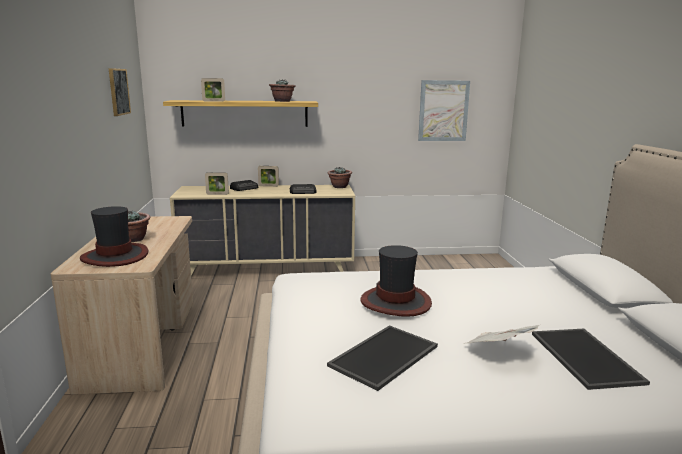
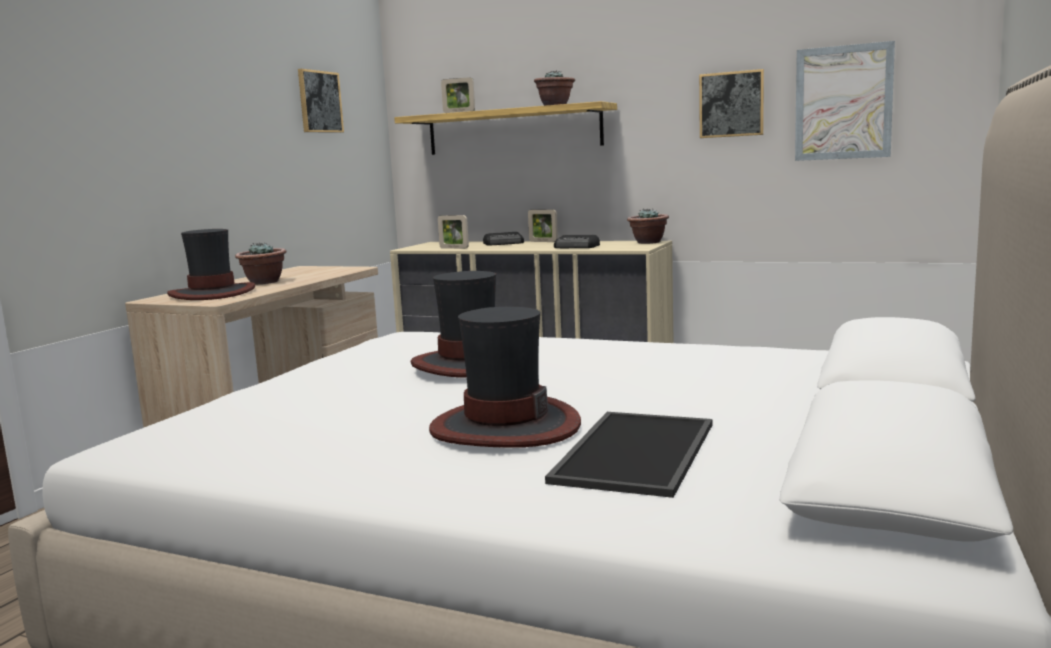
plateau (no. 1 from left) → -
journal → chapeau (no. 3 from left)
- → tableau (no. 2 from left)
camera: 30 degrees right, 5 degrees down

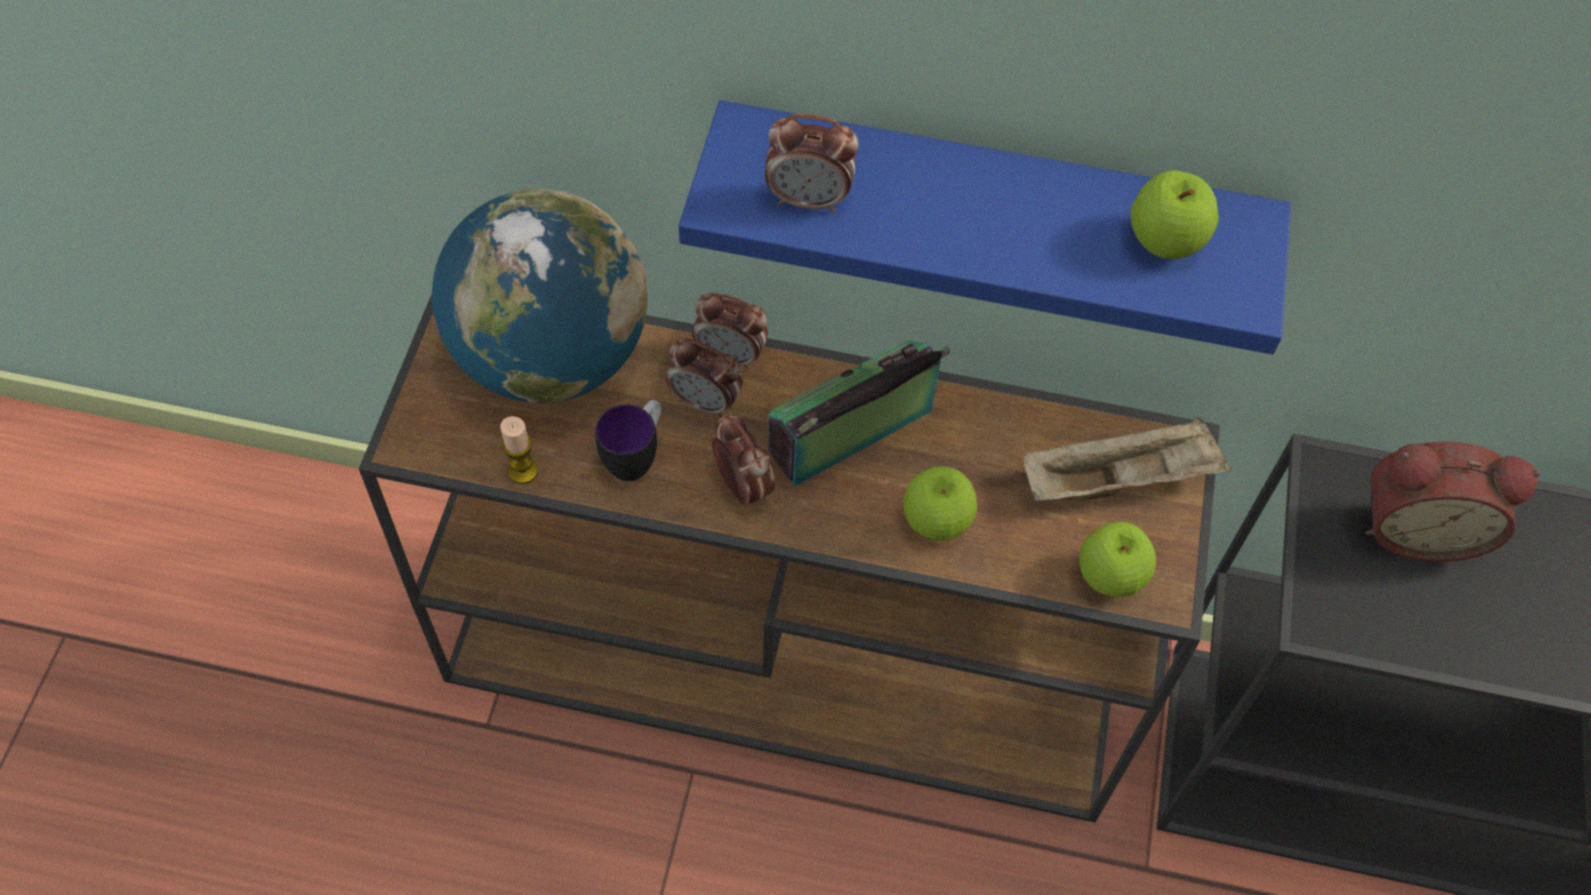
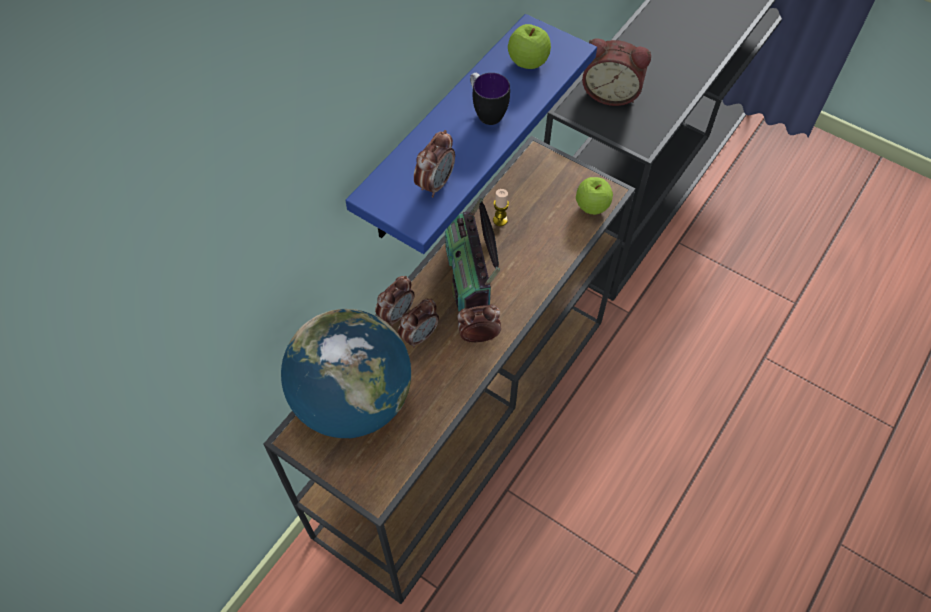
mug, shifted
bougie, shifted
plateau [beige] → -
réveil (no. 5 from left), 75 degrees clockwise
pomme (no. 1 from left) → -
camera: 65 degrees left, 0 degrees up

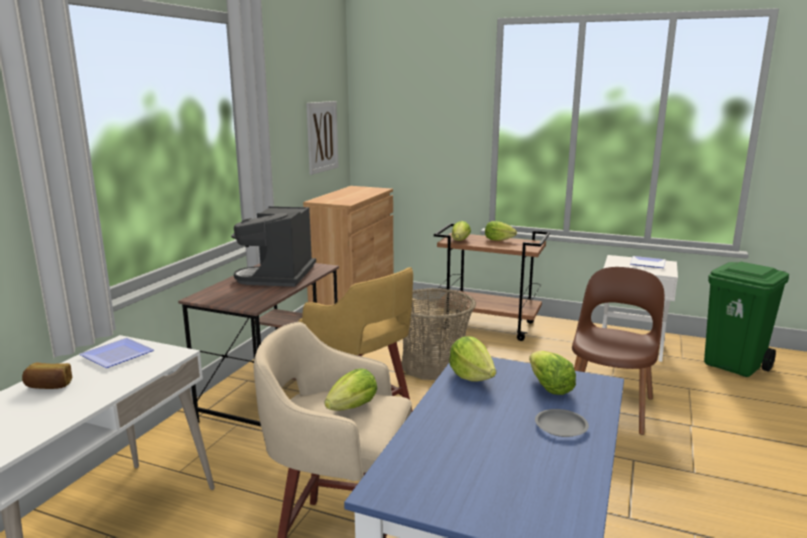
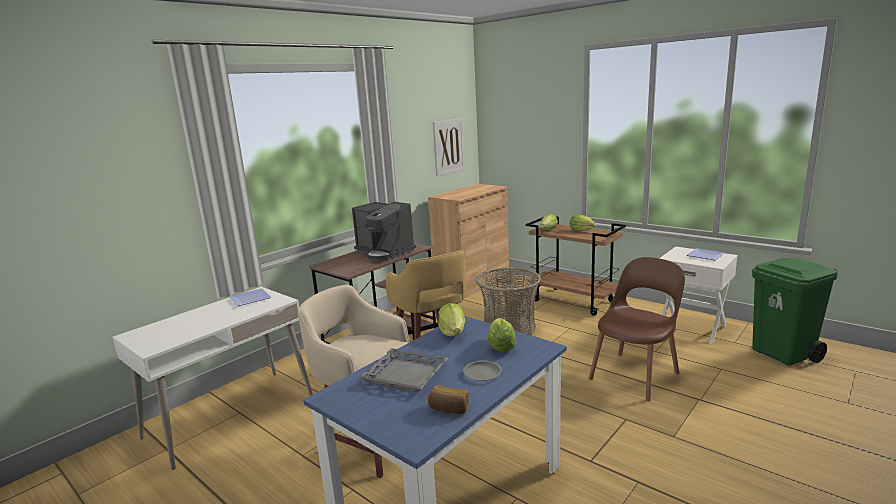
machine à café, 75 degrees counterclockwise
pain, shifted
laitue (no. 1 from left) → -
- → plateau [gris]
camera: 20 degrees right, 0 degrees up

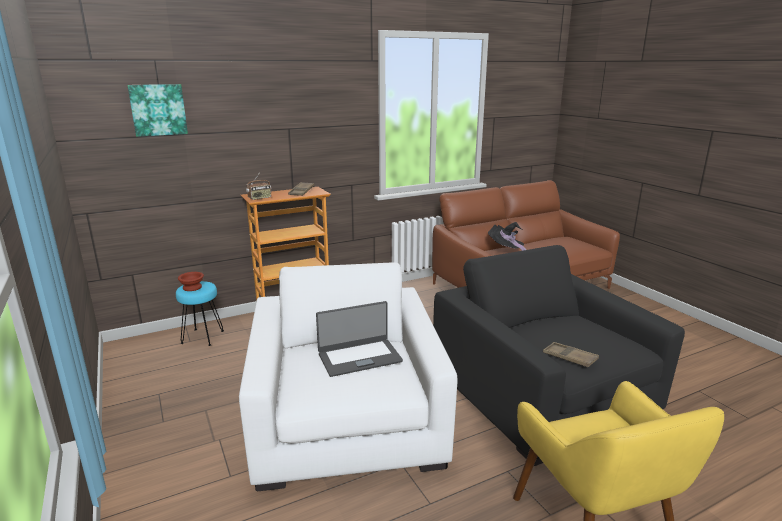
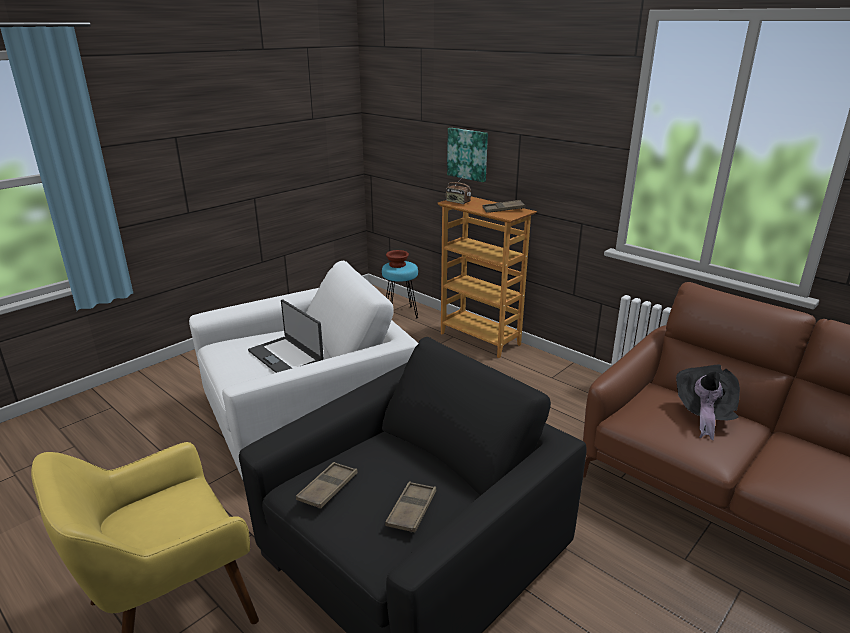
tableau, shifted
- → plateau [marron] (no. 2 from left)
camera: 70 degrees right, 5 degrees up

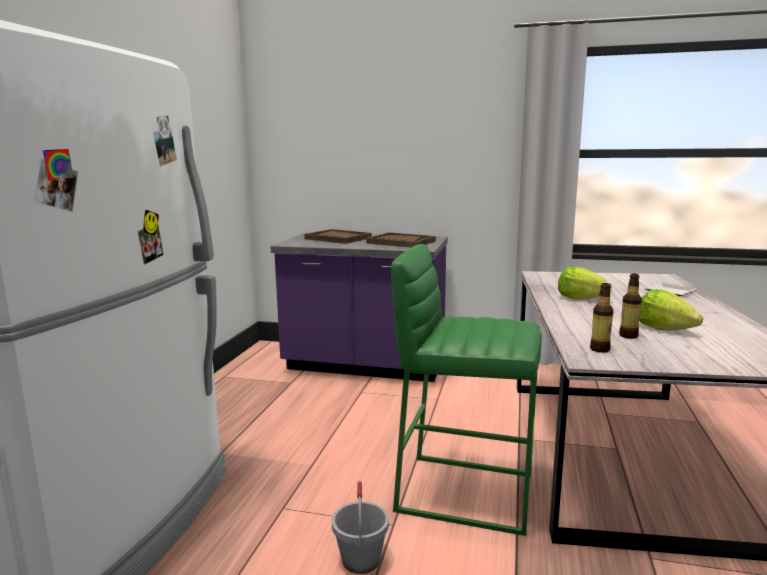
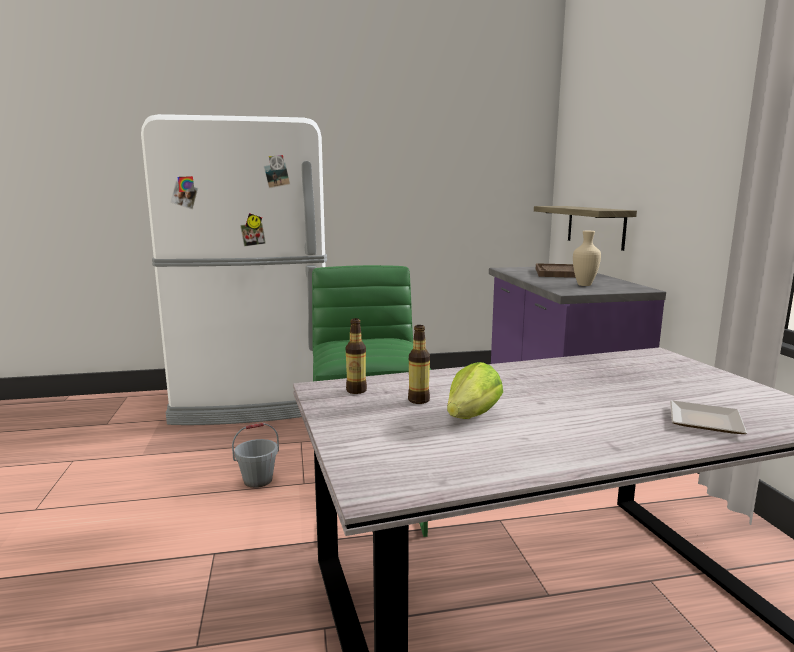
plateau [marron] (no. 2 from left) → vase [beige]
laitue (no. 1 from left) → -
- → étagère
camera: 65 degrees right, 0 degrees up

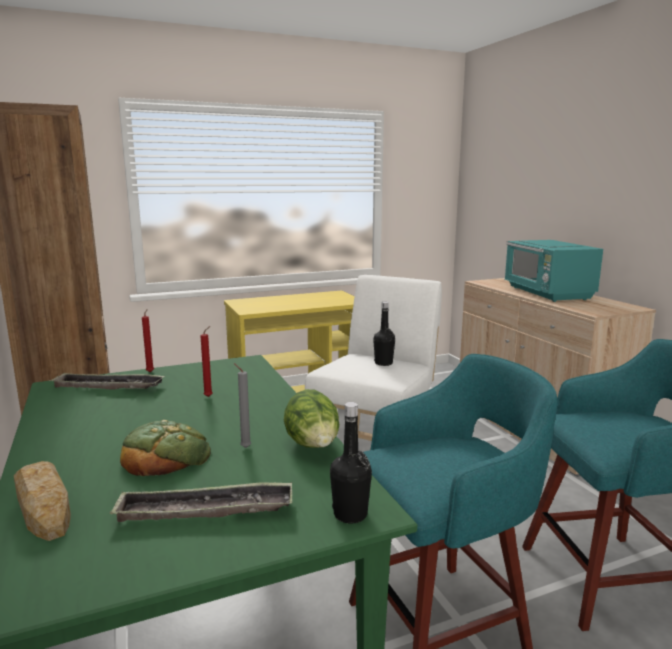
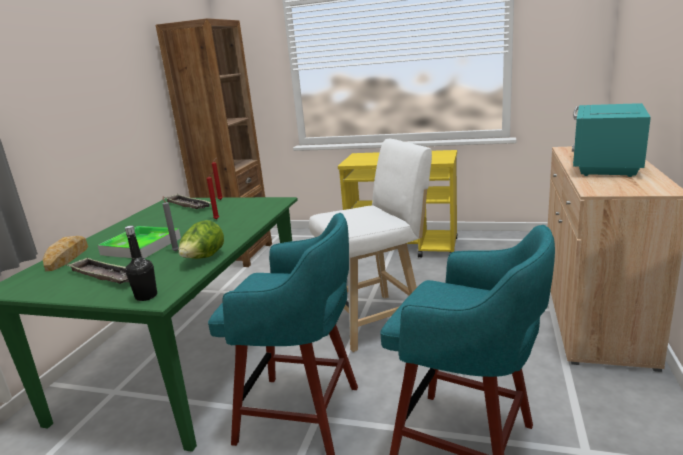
bouteille [noir] (no. 2 from left) → -
pain (no. 2 from left) → plateau (no. 2 from left)
camera: 40 degrees right, 5 degrees up

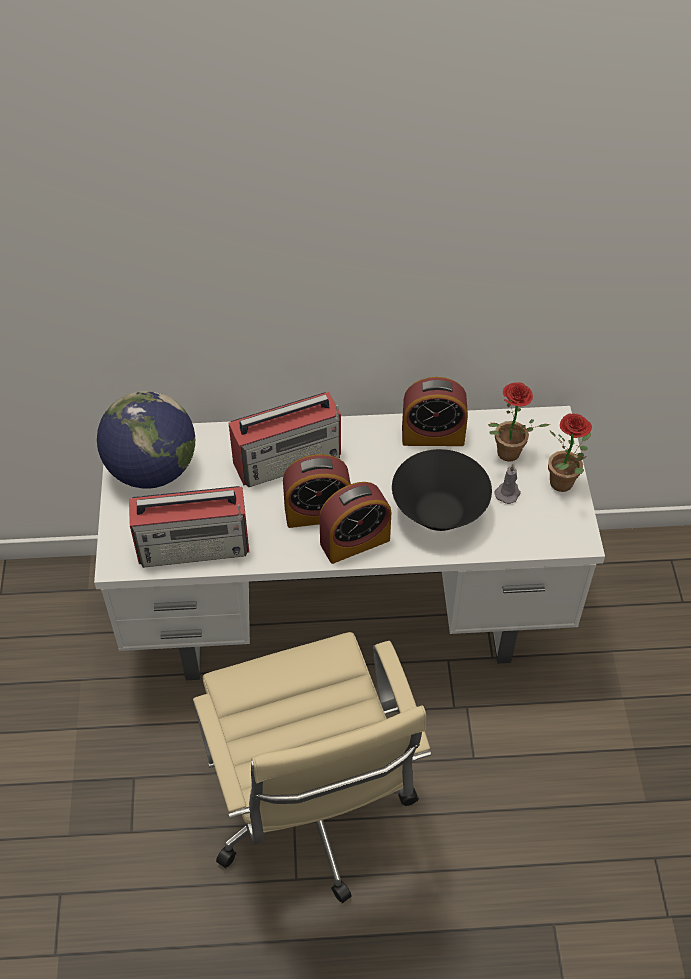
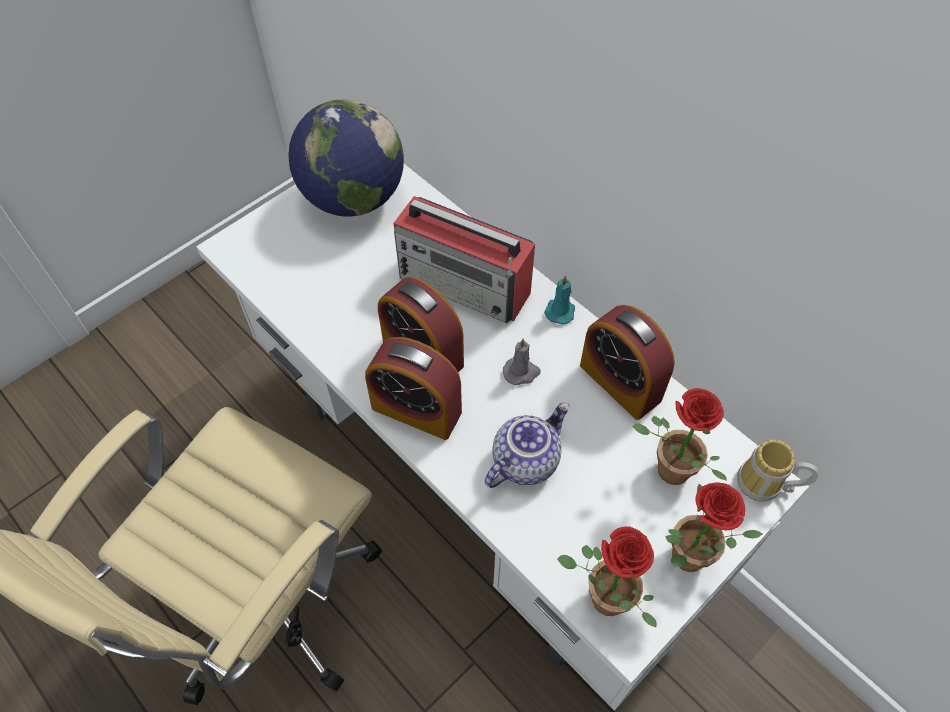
bol [noir] → théière
bougie [gris], shifted
radio (no. 1 from left) → -
- → bougie [turquoise]
- → mug
- → plante en pot (no. 1 from left)
camera: 50 degrees right, 5 degrees up

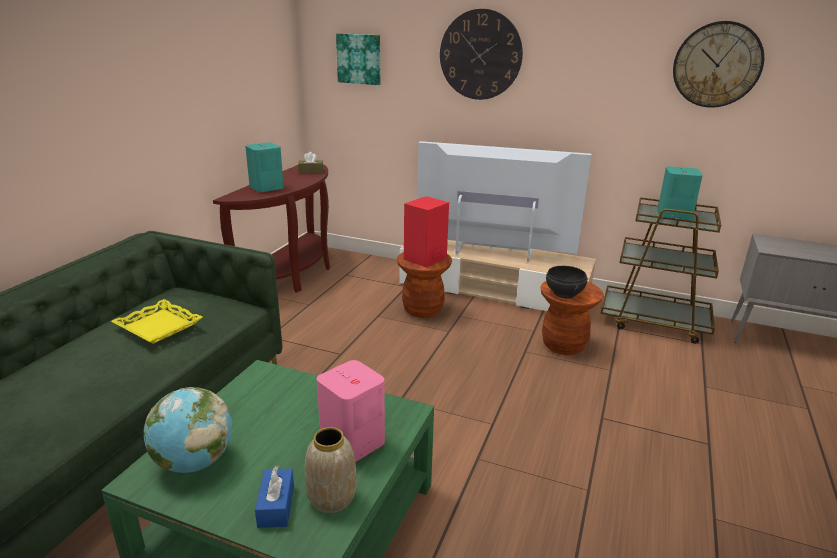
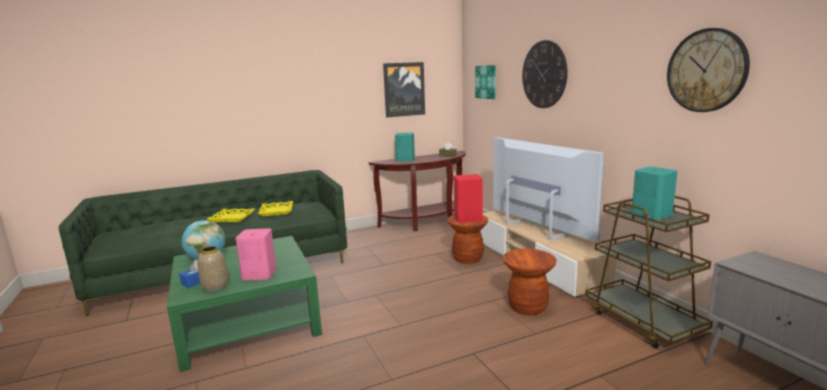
bol [noir] → -
- → tableau (no. 1 from left)
- → plateau [jaune] (no. 1 from left)
camera: 45 degrees right, 10 degrees down

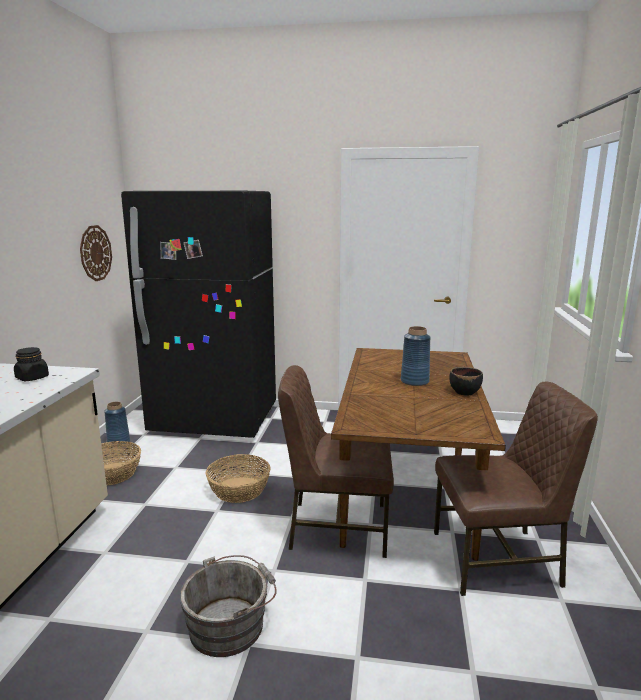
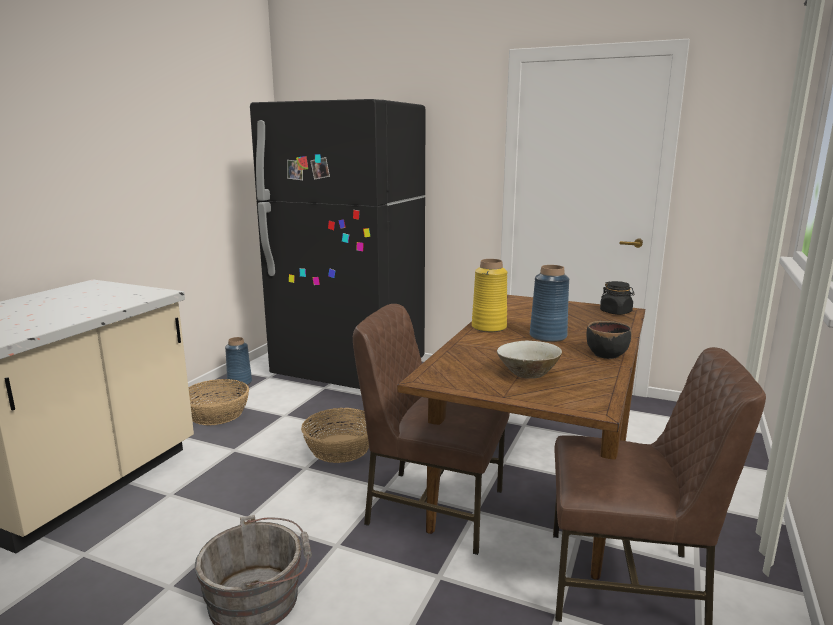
horloge murale → -
bocal [noir], shifted
- → vase [jaune]
- → bol [beige]
camera: 15 degrees right, 0 degrees up

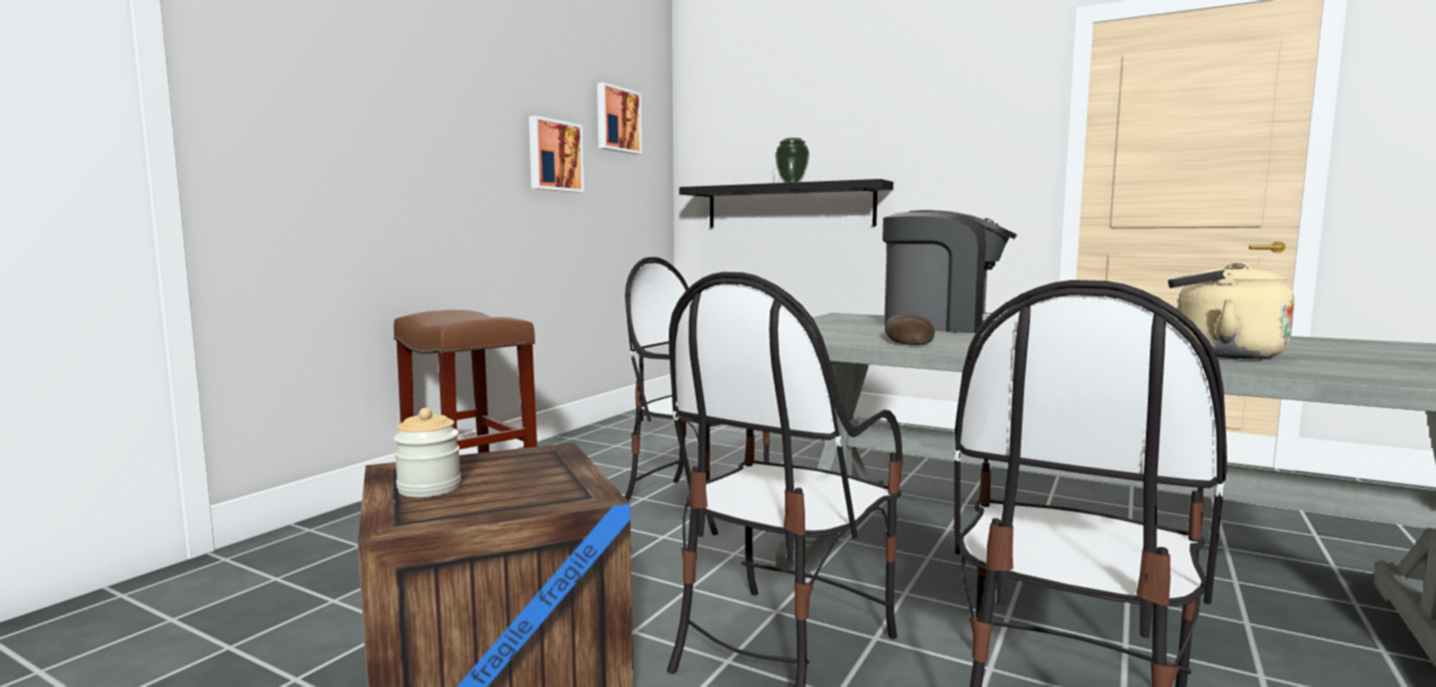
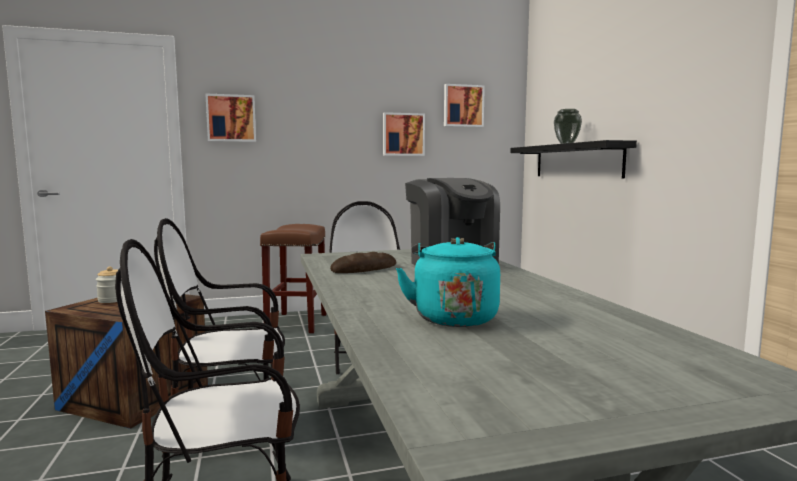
bouilloire [beige] → bouilloire [turquoise]
- → tableau (no. 1 from left)
camera: 45 degrees right, 0 degrees up

